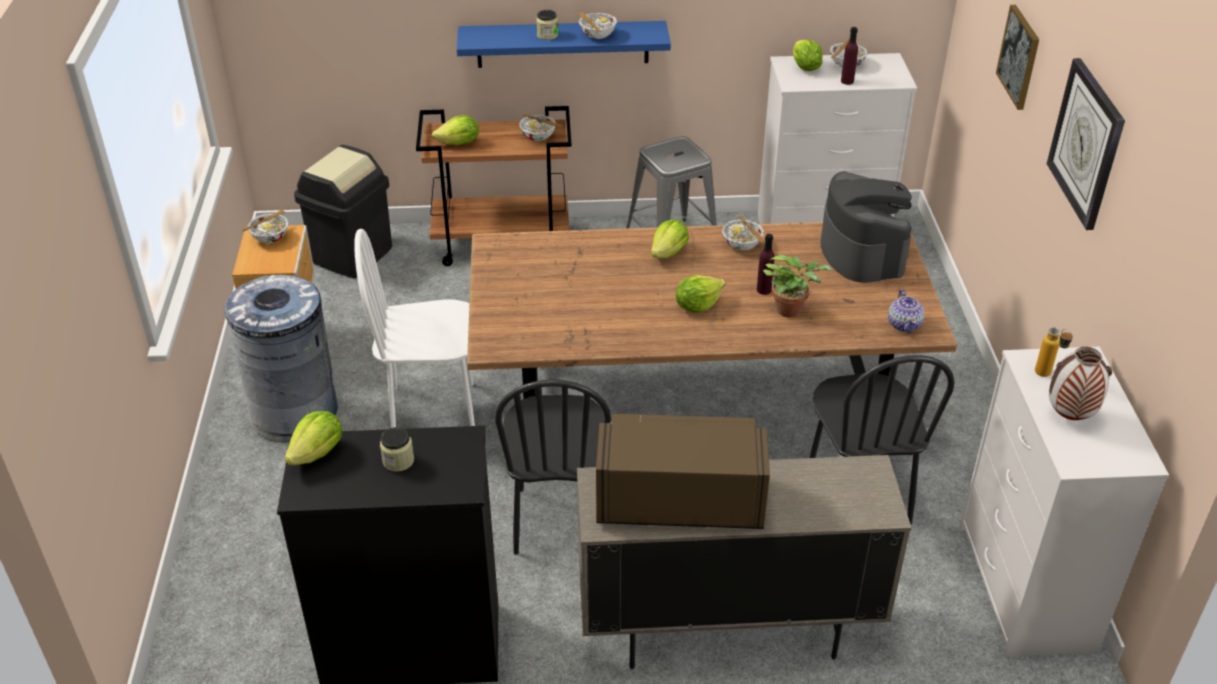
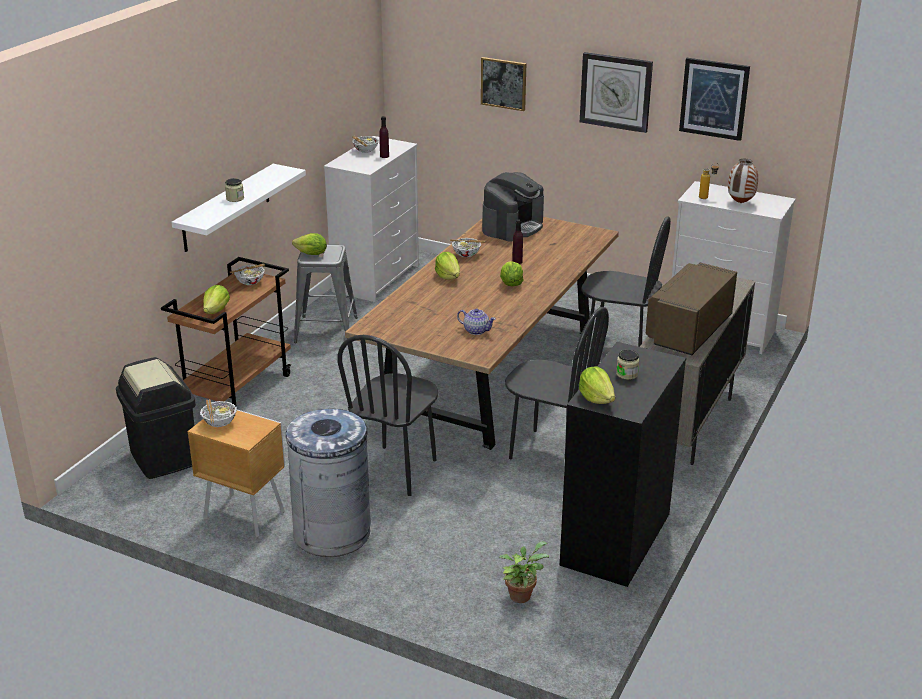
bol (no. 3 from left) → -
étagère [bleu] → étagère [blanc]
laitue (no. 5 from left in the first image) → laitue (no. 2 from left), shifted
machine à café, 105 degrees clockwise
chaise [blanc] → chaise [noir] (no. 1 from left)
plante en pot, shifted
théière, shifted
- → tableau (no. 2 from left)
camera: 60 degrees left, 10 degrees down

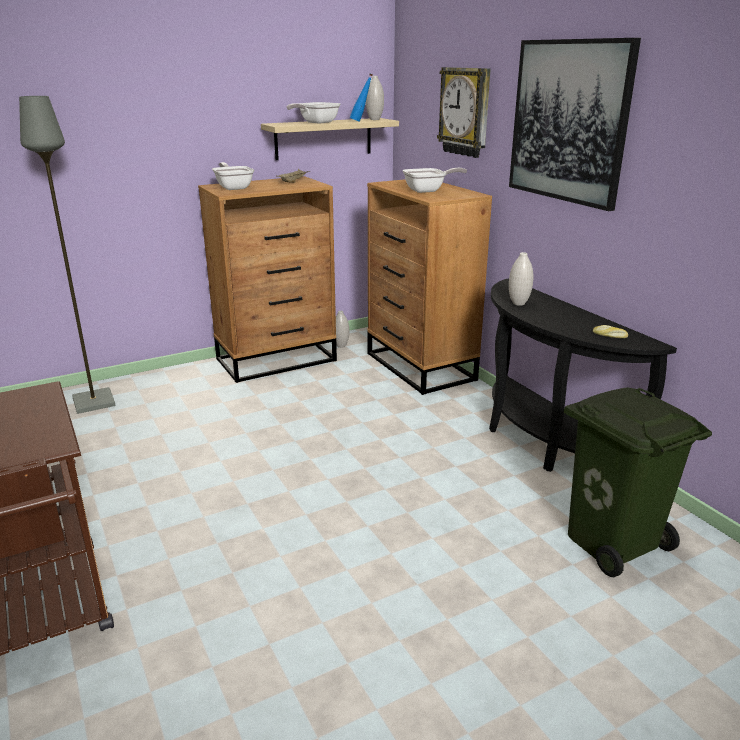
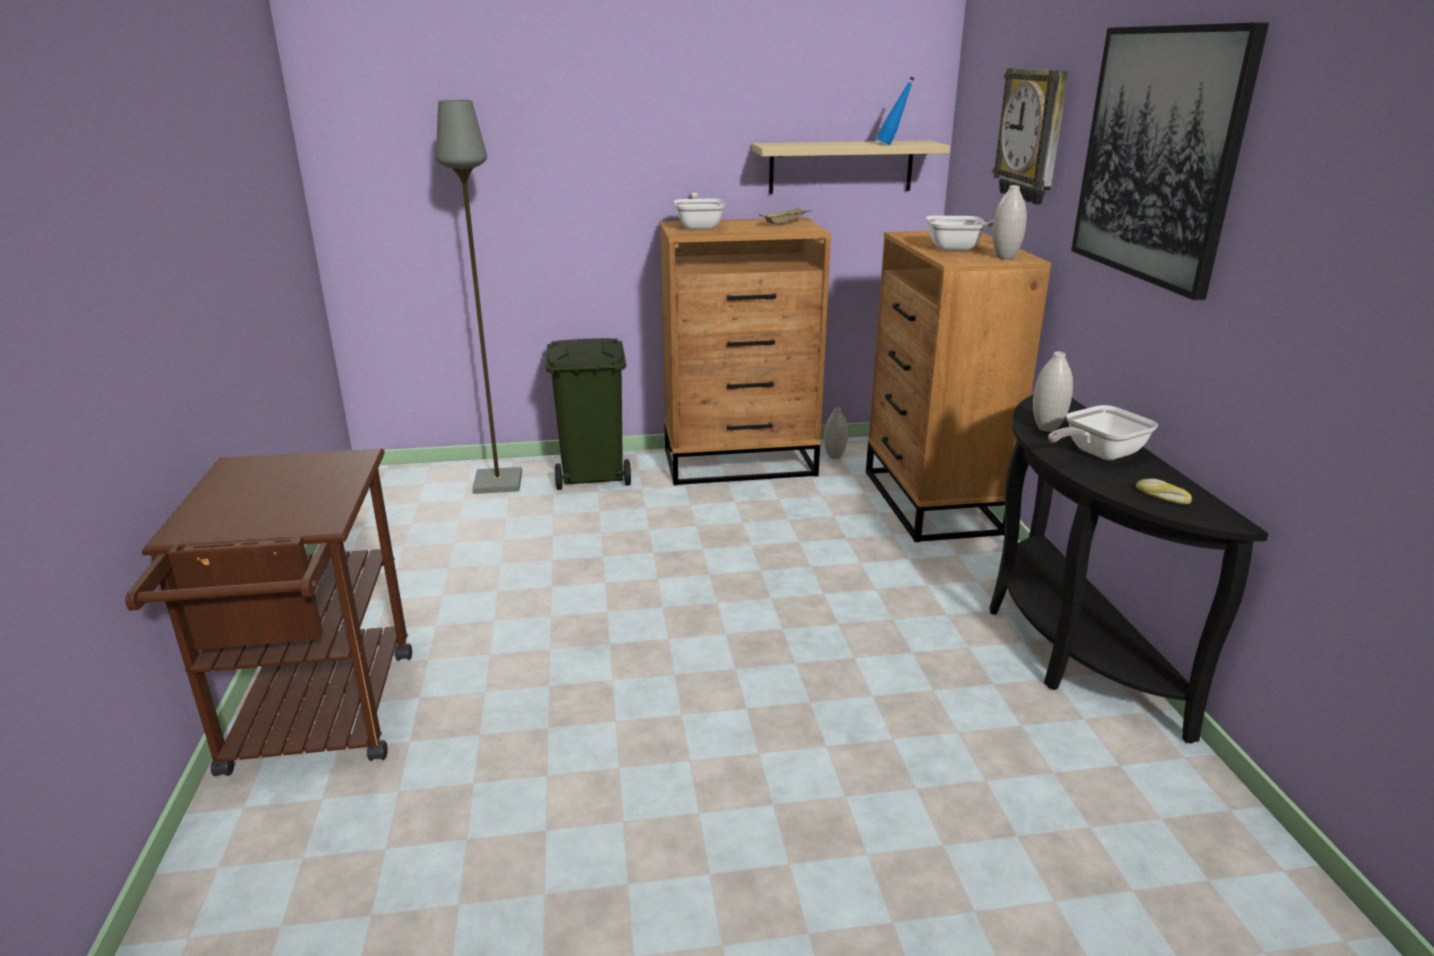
vase [blanc] (no. 2 from left), shifted
poêle (no. 2 from left in the first image) → poêle (no. 3 from left), shifted
poubelle [vert], shifted
camera: 20 degrees right, 0 degrees up

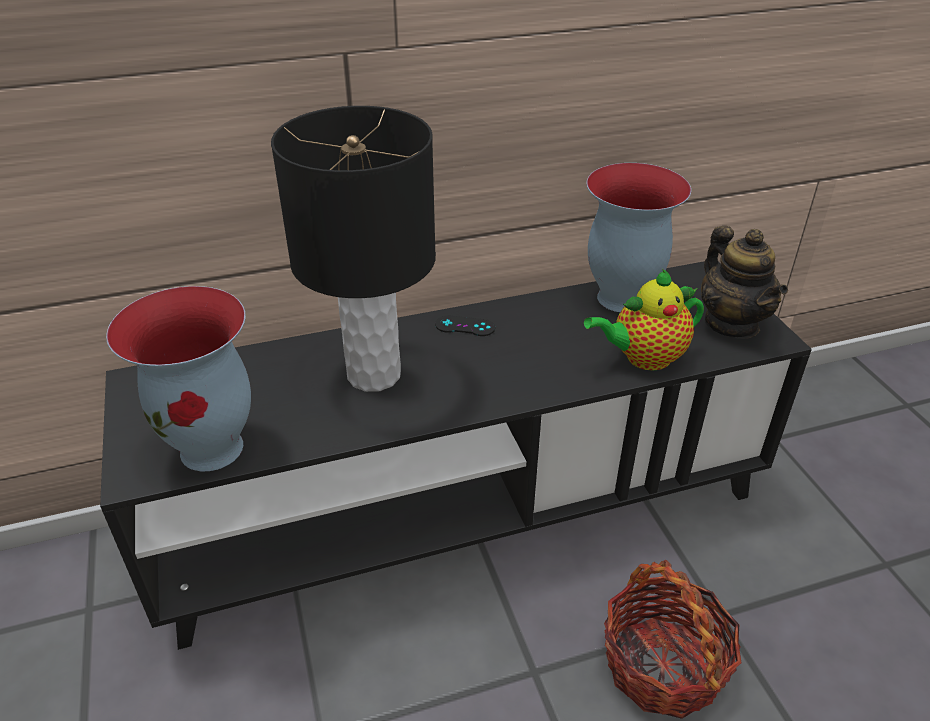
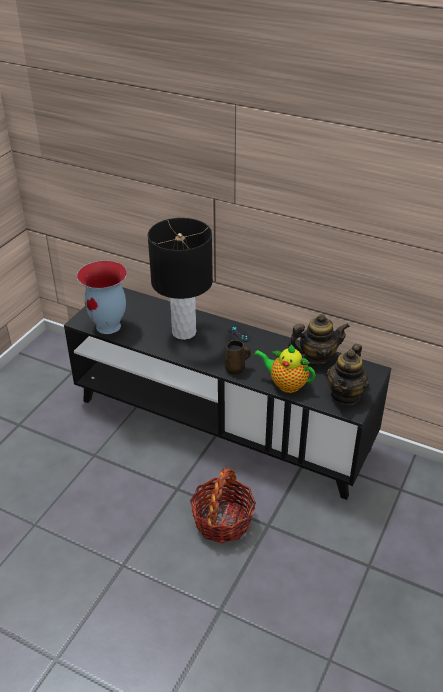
vase (no. 2 from left) → théière (no. 2 from left)
- → mug [marron]
camera: 45 degrees right, 0 degrees up

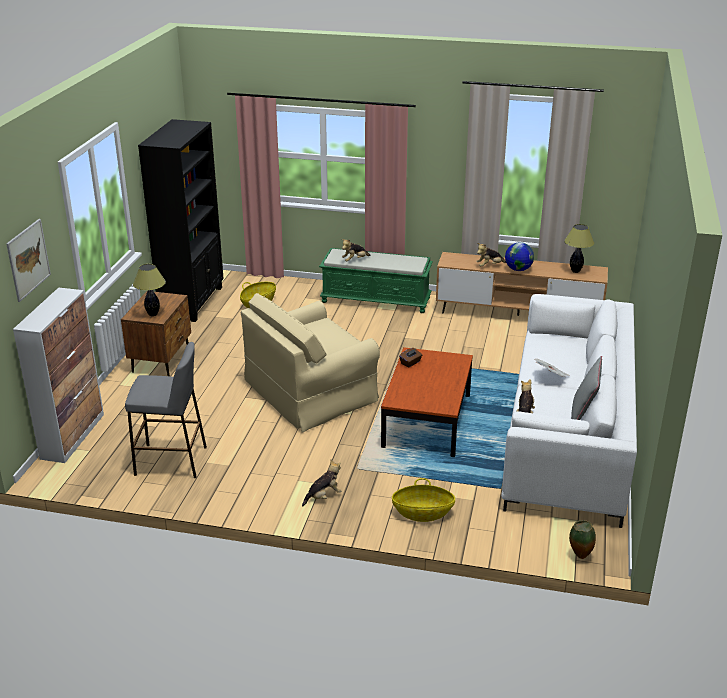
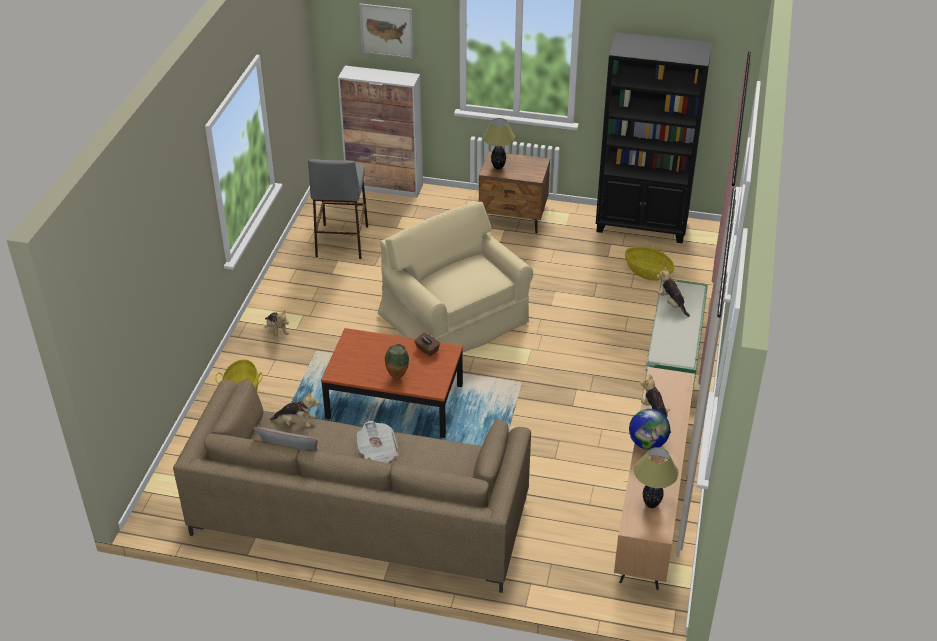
canapé [blanc] → canapé [marron]
vase, shifted
camera: 90 degrees right, 10 degrees up

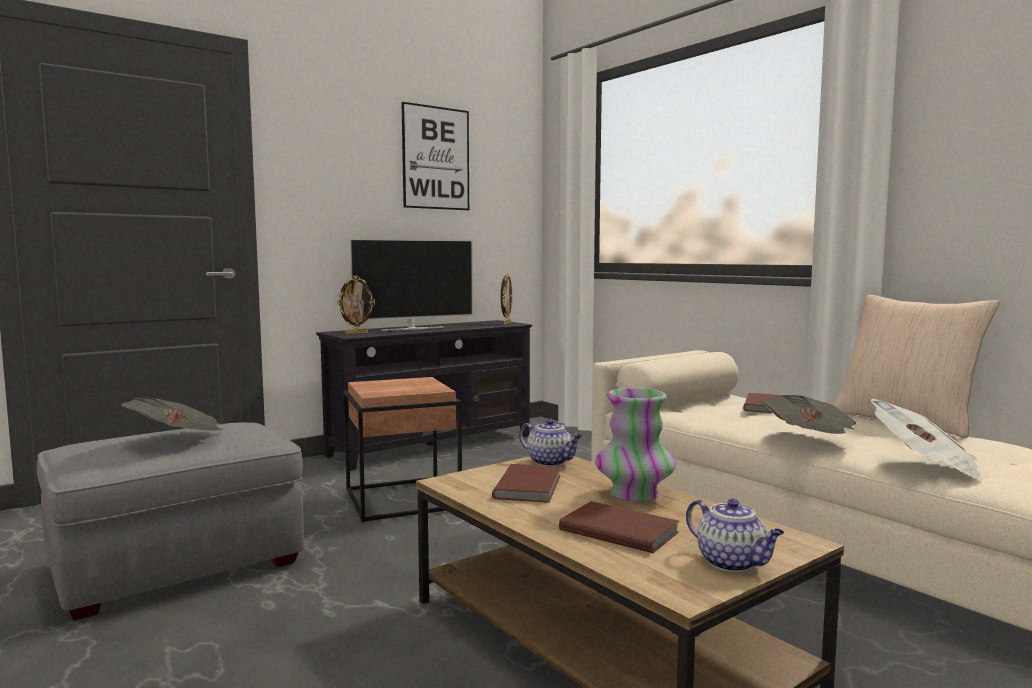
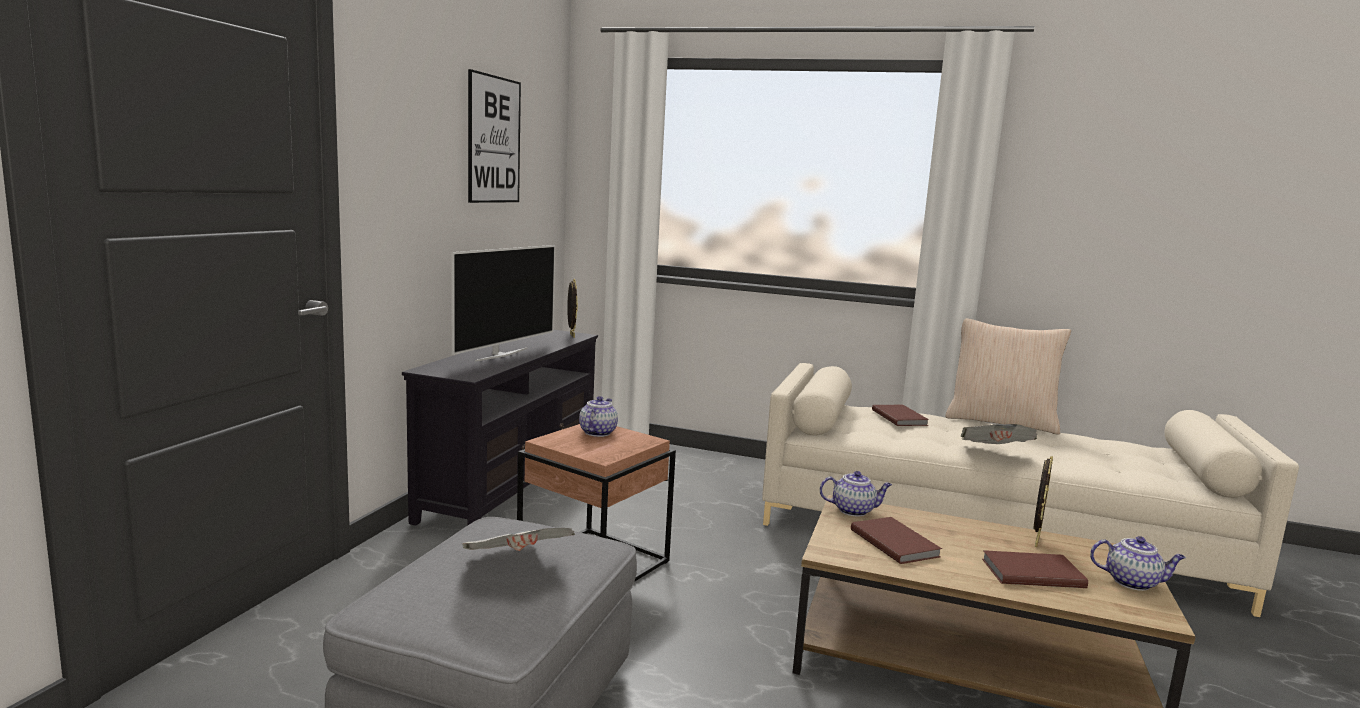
cadre photo (no. 1 from left in the first image) → cadre photo (no. 2 from left), shifted
vase → -
journal (no. 3 from left) → -
- → théière (no. 1 from left)
camera: 35 degrees left, 5 degrees up

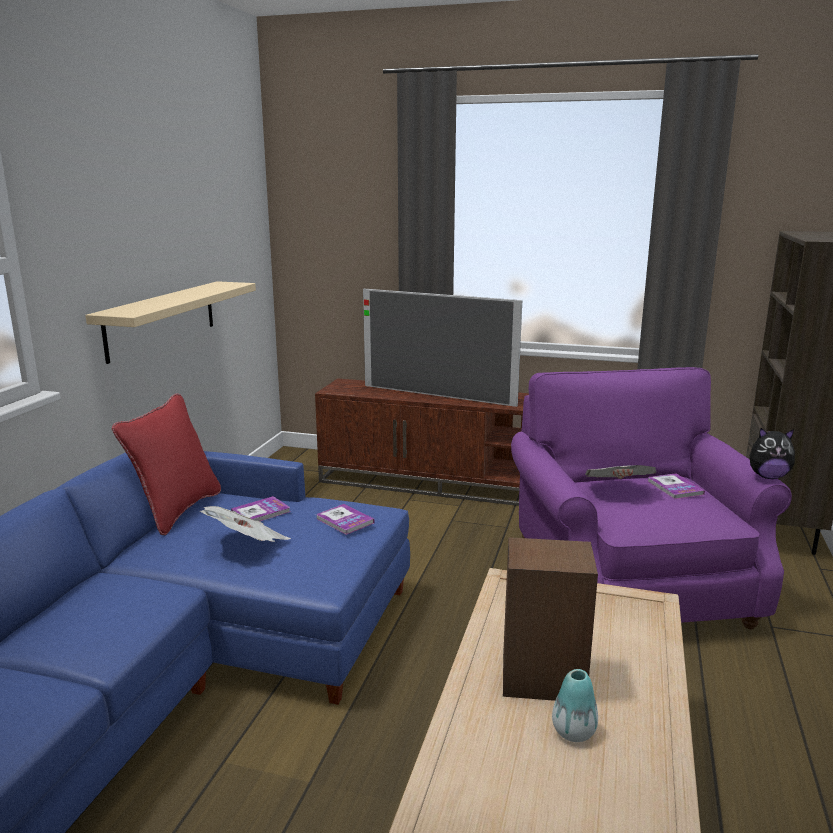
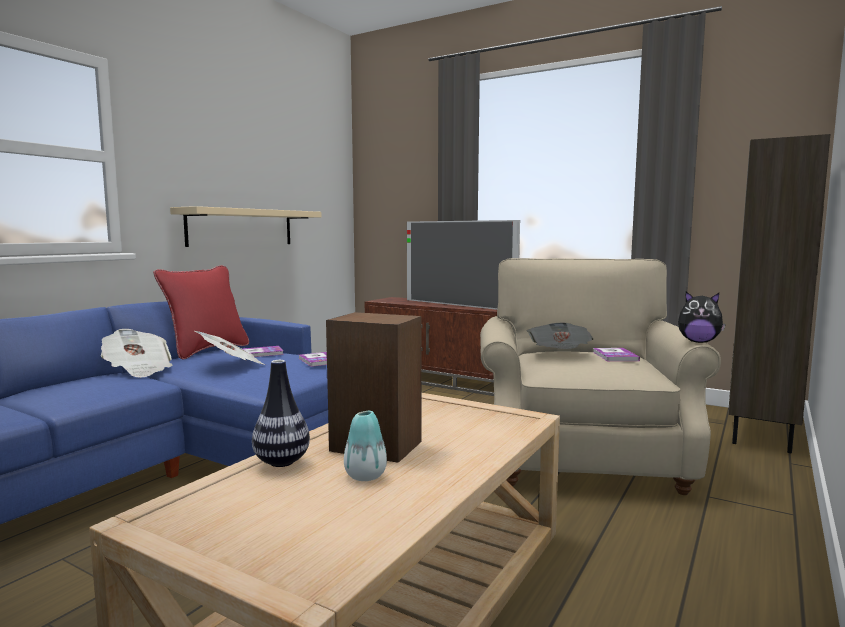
fauteuil [violet] → fauteuil [beige]
- → journal (no. 1 from left)
- → vase (no. 1 from left)
camera: 15 degrees right, 10 degrees down

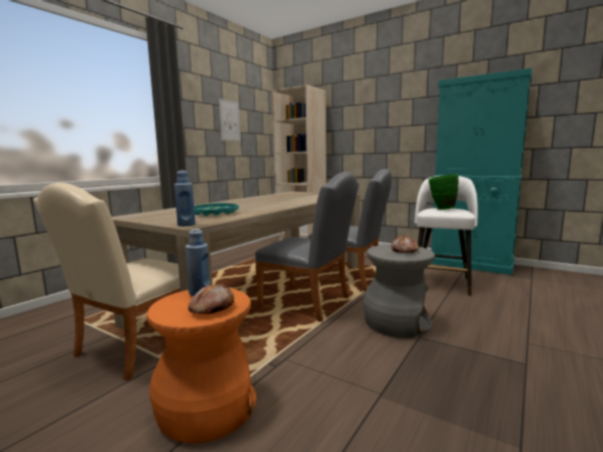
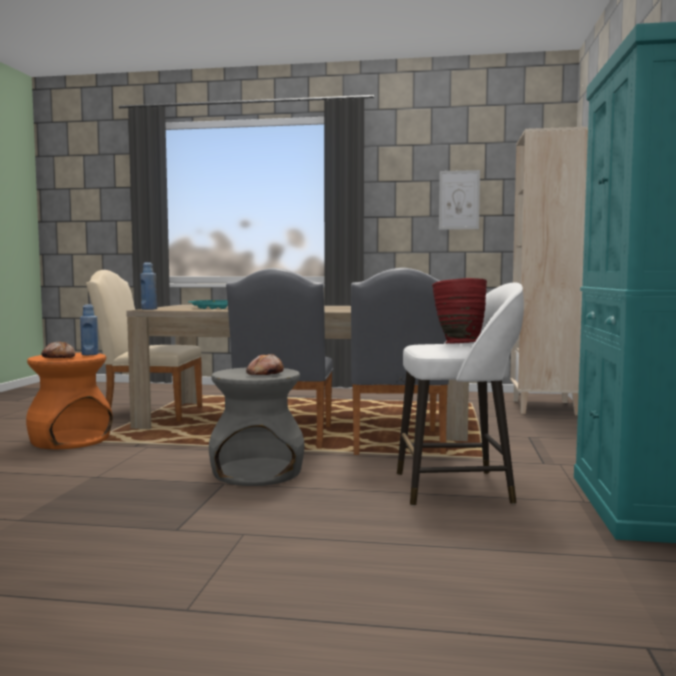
vase [vert] → vase [rouge]
camera: 65 degrees right, 5 degrees down

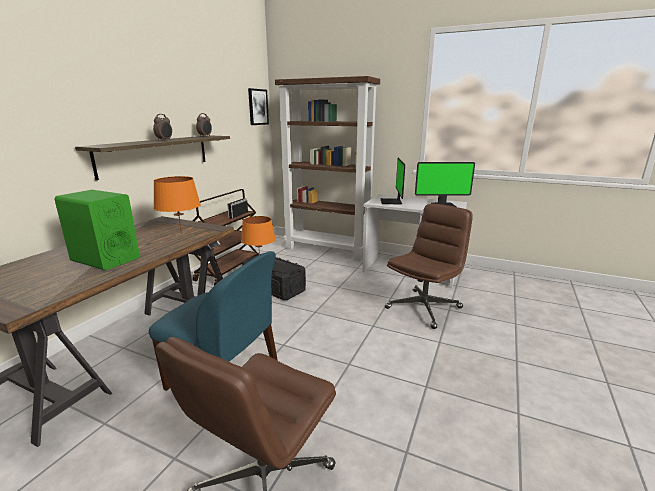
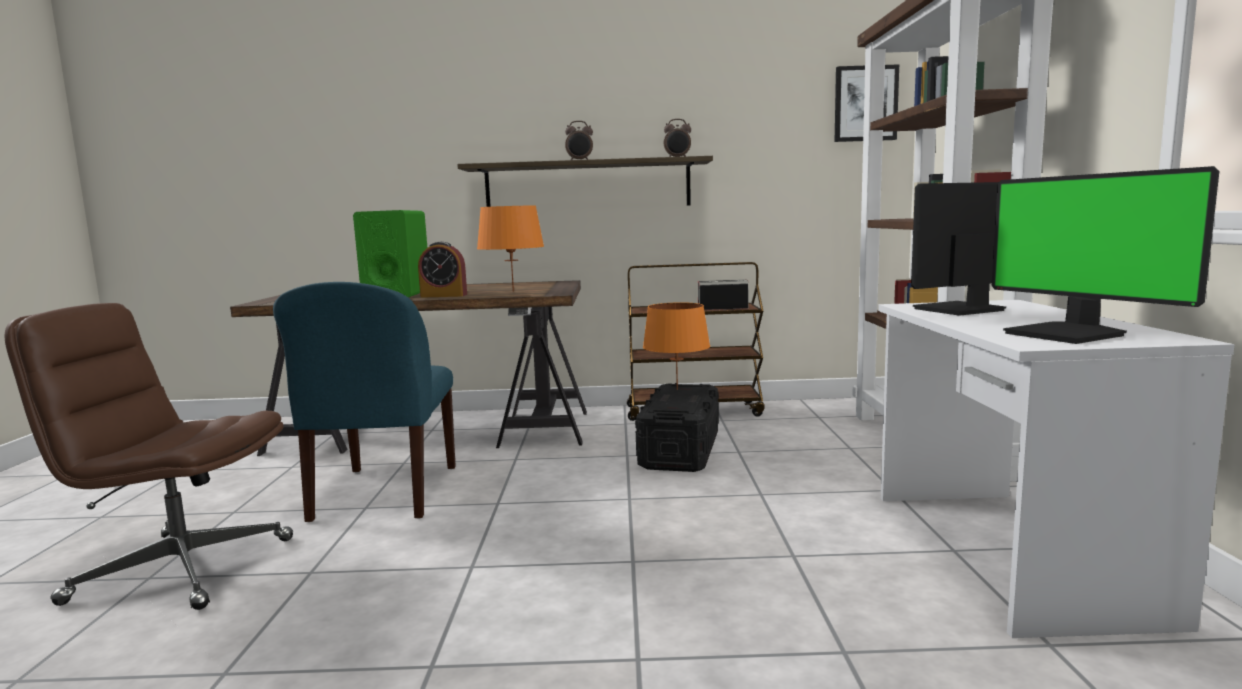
chaise de bureau [marron] (no. 2 from left) → -
- → réveil (no. 1 from left)
camera: 65 degrees right, 10 degrees down

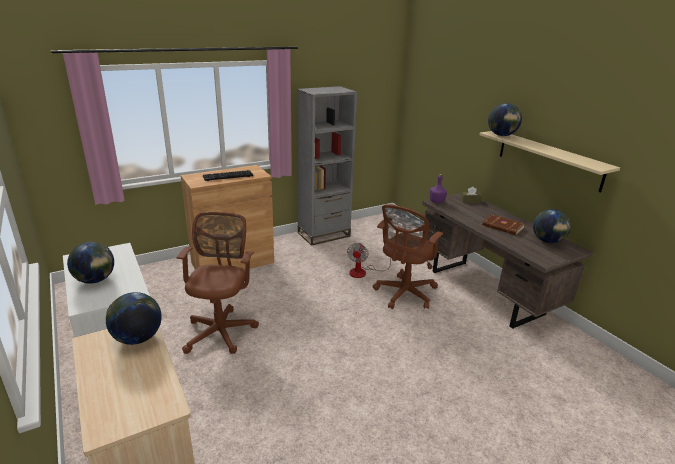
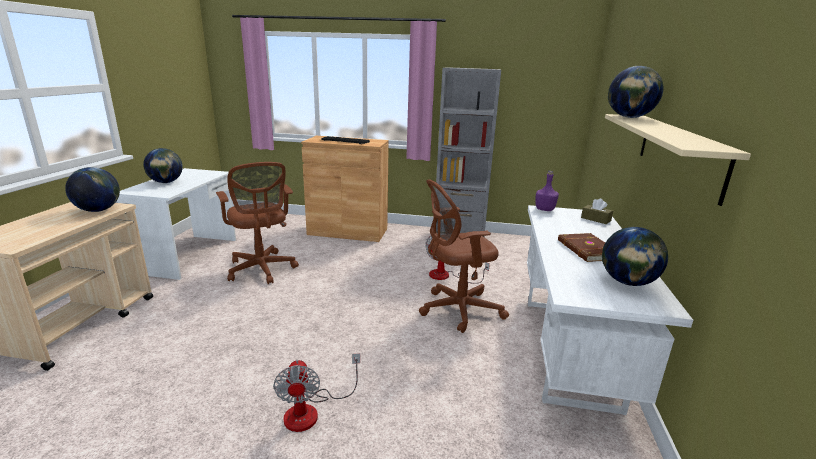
bureau [marron] → bureau [blanc] (no. 2 from left)
chaise de bureau [marron] (no. 1 from left), 105 degrees clockwise
- → ventilateur (no. 1 from left)
camera: 40 degrees right, 5 degrees down

